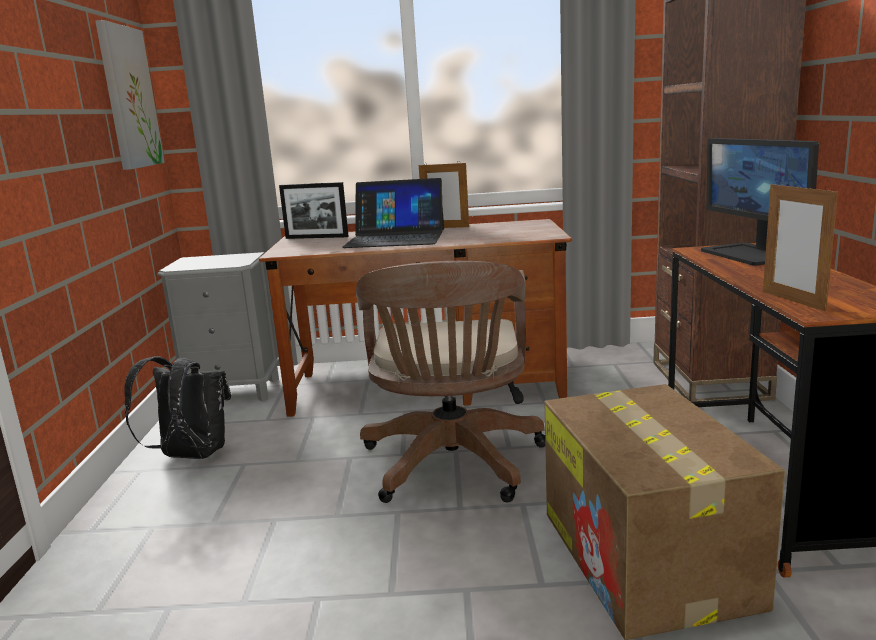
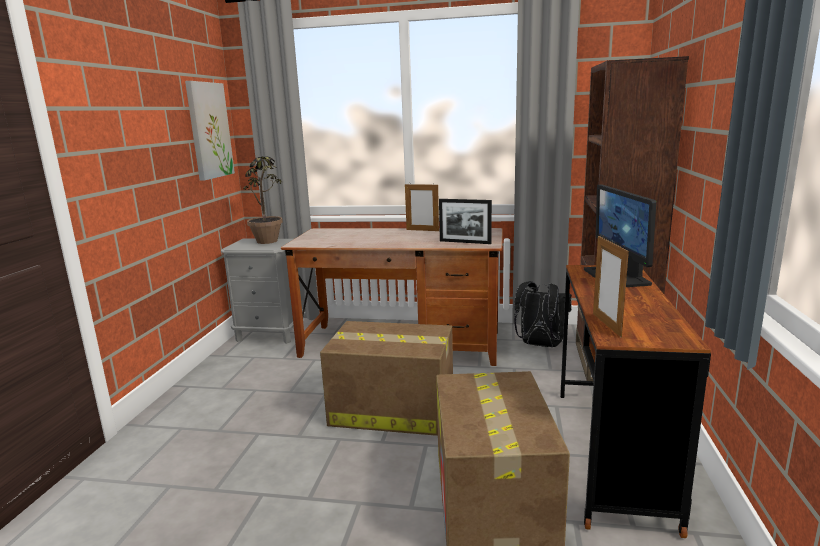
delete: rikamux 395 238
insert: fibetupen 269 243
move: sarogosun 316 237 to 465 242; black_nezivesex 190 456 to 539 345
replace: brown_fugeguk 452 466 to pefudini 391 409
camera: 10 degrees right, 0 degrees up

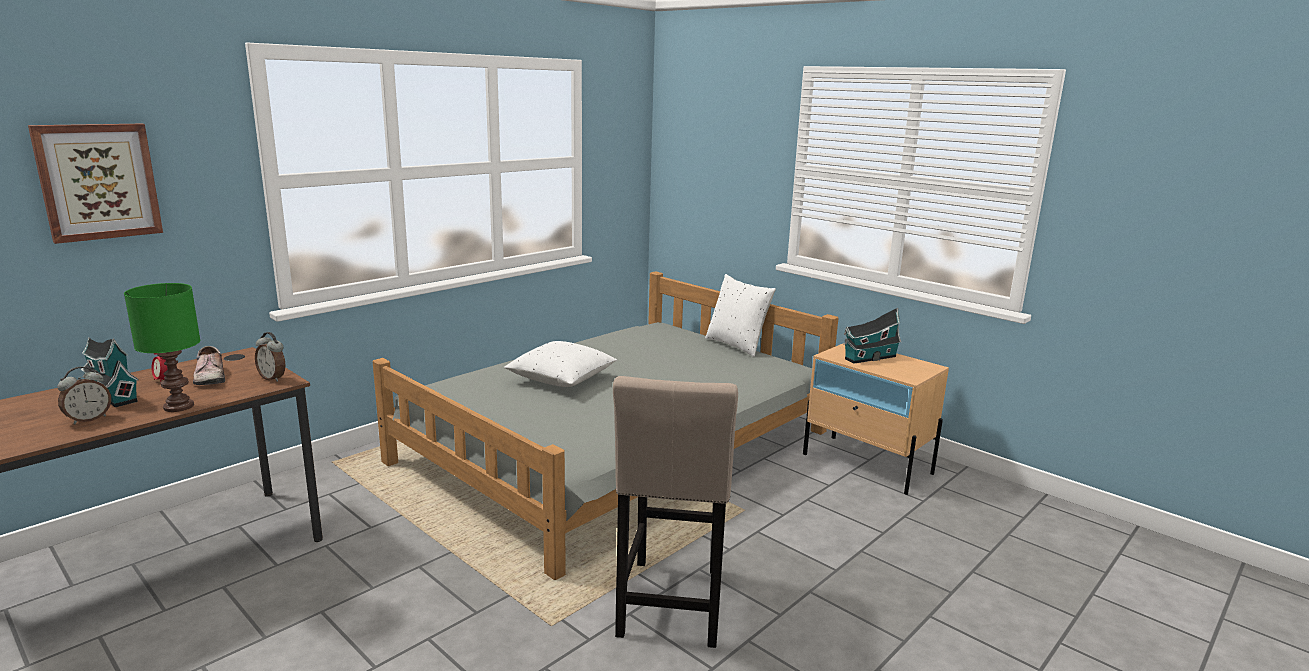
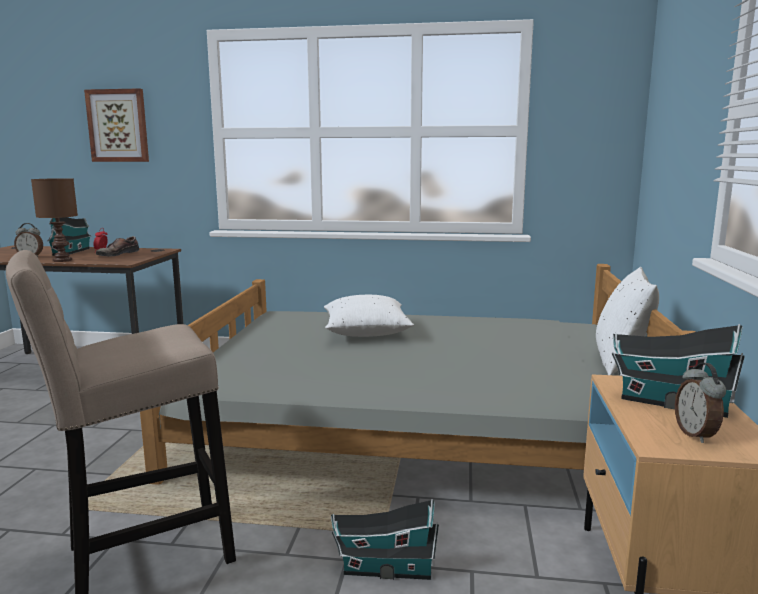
insert: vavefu 384 569
move: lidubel 273 378 to 696 434
recolor: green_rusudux 178 407 to brown_rusudux 61 260
camera: 55 degrees right, 5 degrees down

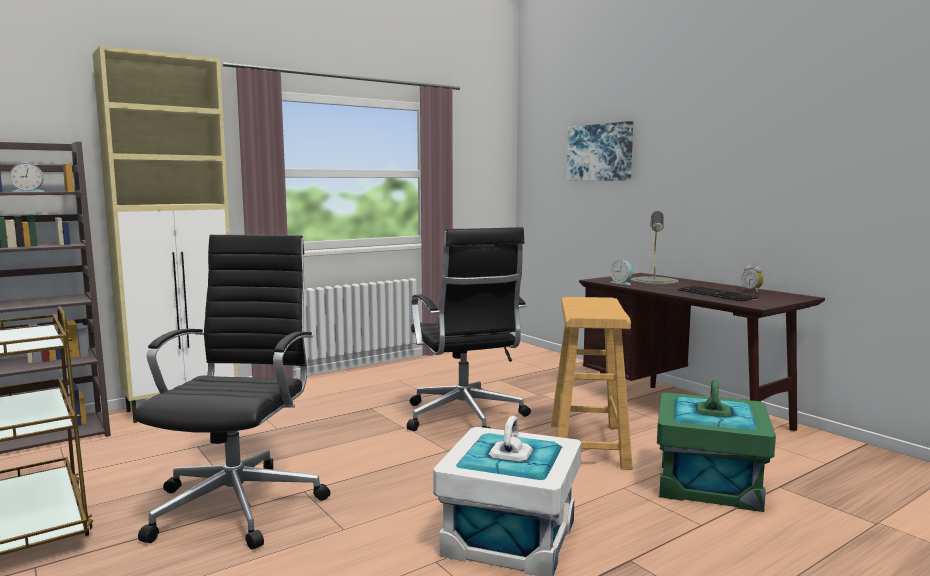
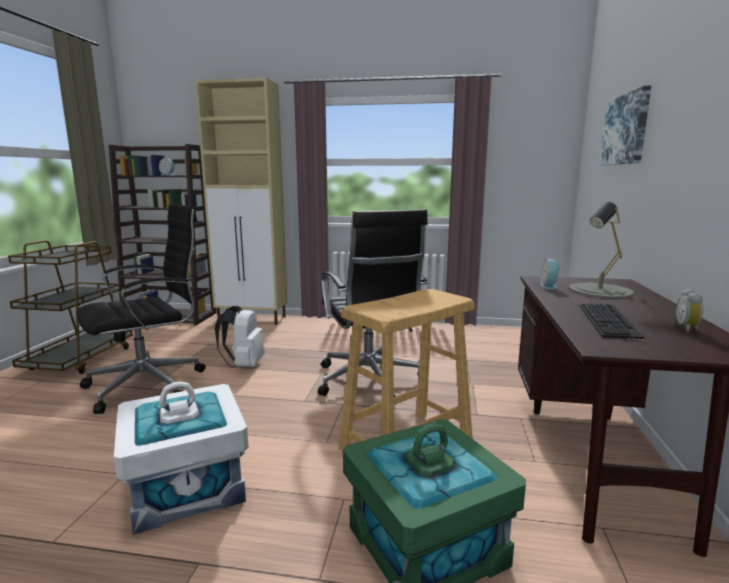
insert: white_nezivesex 244 365
rotate: black_fugeguk 465 418 = 370 381 45 degrees counterclockwise
camera: 45 degrees right, 5 degrees up

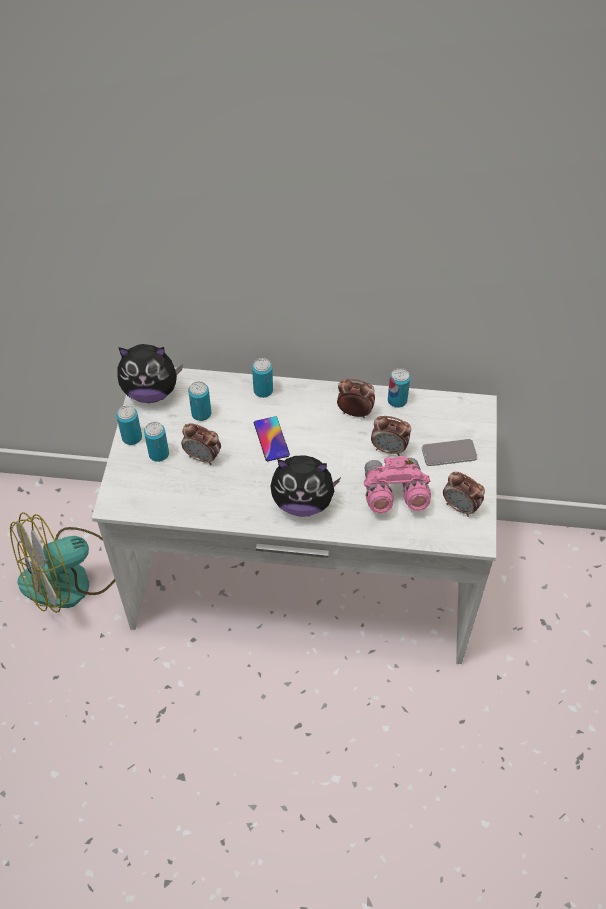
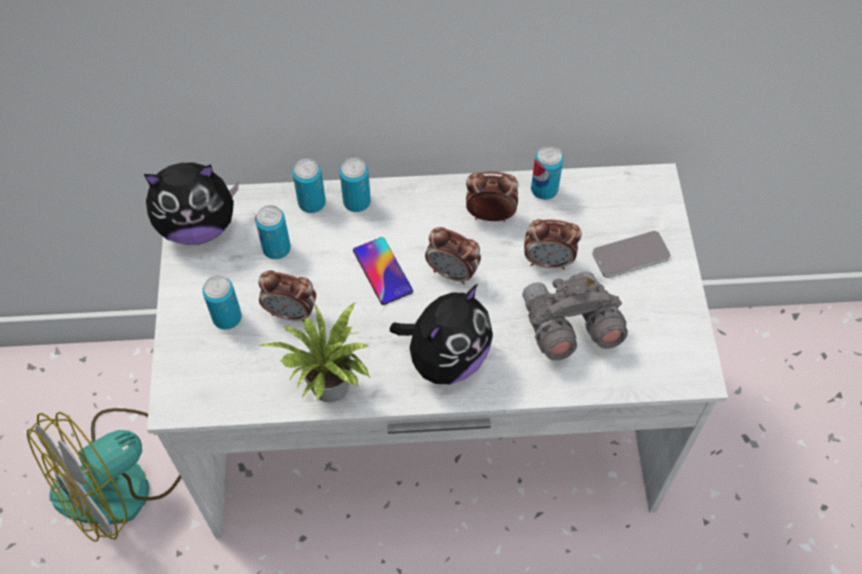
insert: fibetupen 331 390
move: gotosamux 132 437 to 312 203; lidubel 460 507 to 452 273
recolor: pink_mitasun 393 494 to grey_mitasun 568 327
rotate: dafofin 303 502 = 445 358 45 degrees counterclockwise
camera: 10 degrees left, 5 degrees up

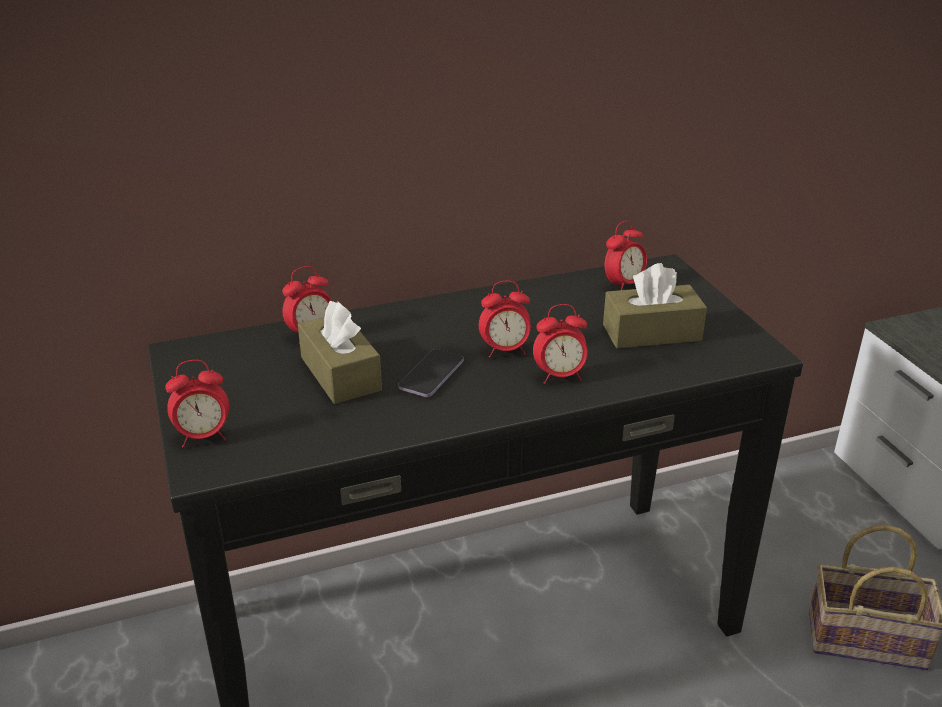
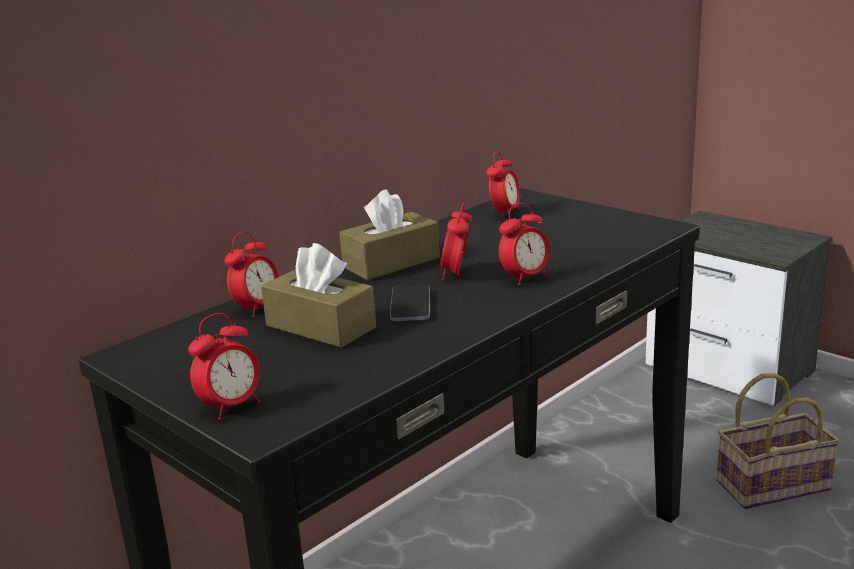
move: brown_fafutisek 651 332 to 391 262
rotate: lidubel 505 350 = 456 274 135 degrees clockwise
camera: 25 degrees left, 10 degrees down

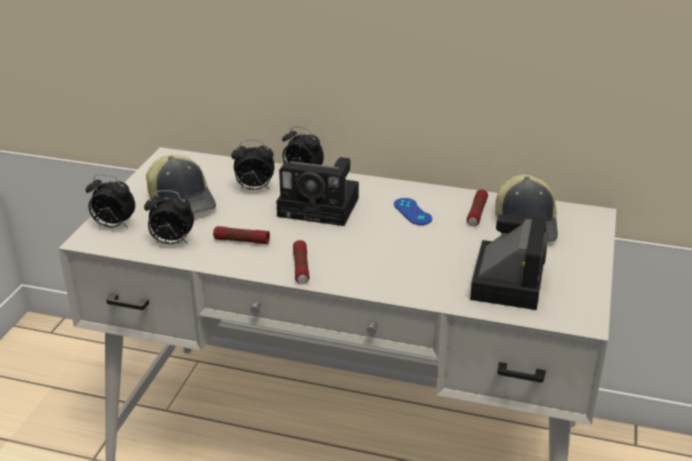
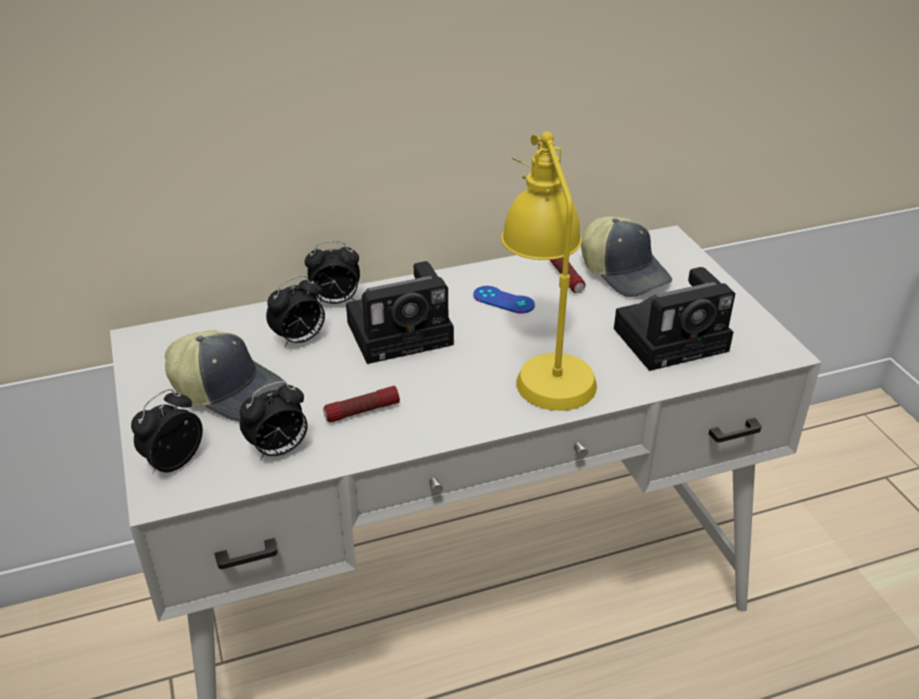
delete: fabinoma 301 268
insert: yellow_rusudux 543 363
rotate: lidubel 113 226 = 173 461 150 degrees clockwise; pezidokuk 507 279 = 674 338 90 degrees clockwise
camera: 35 degrees left, 5 degrees up

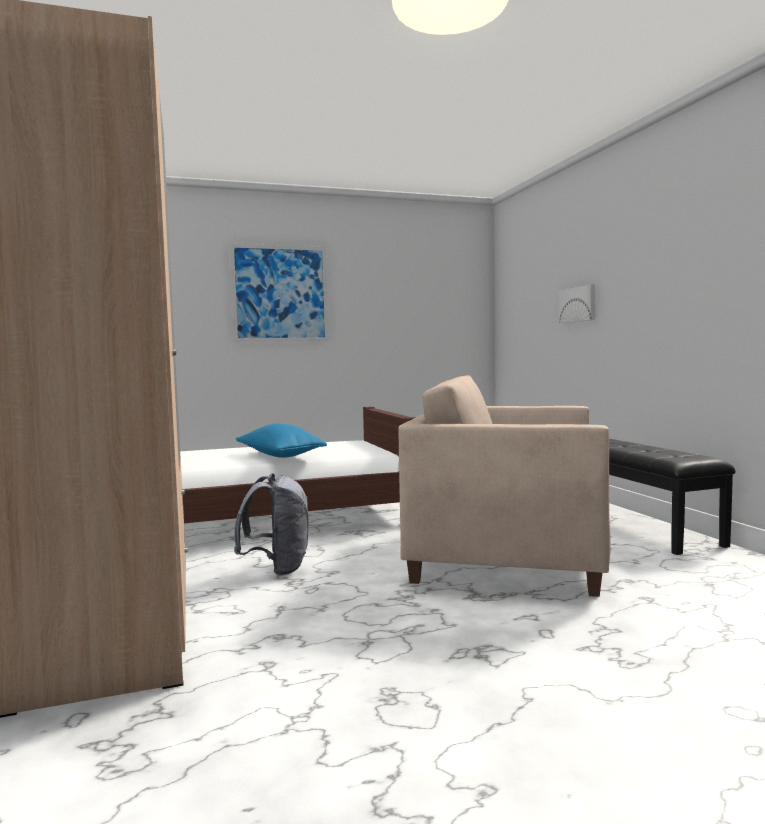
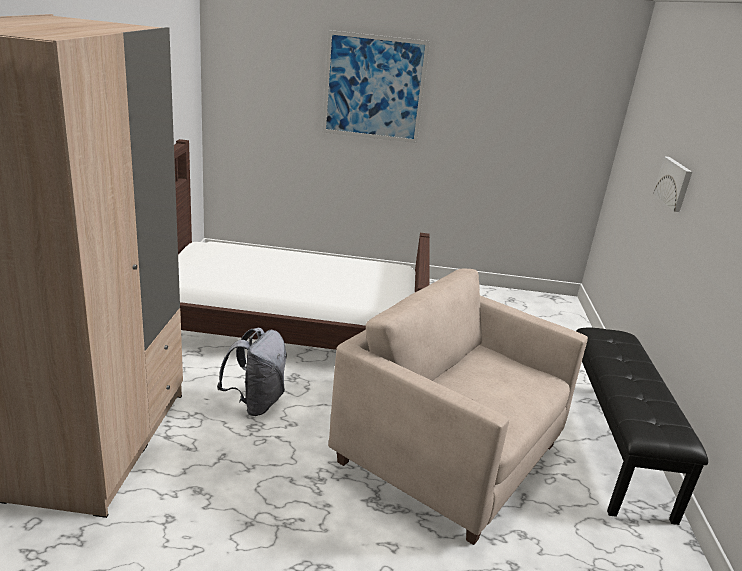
delete: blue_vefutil 280 456
camera: 20 degrees right, 20 degrees up

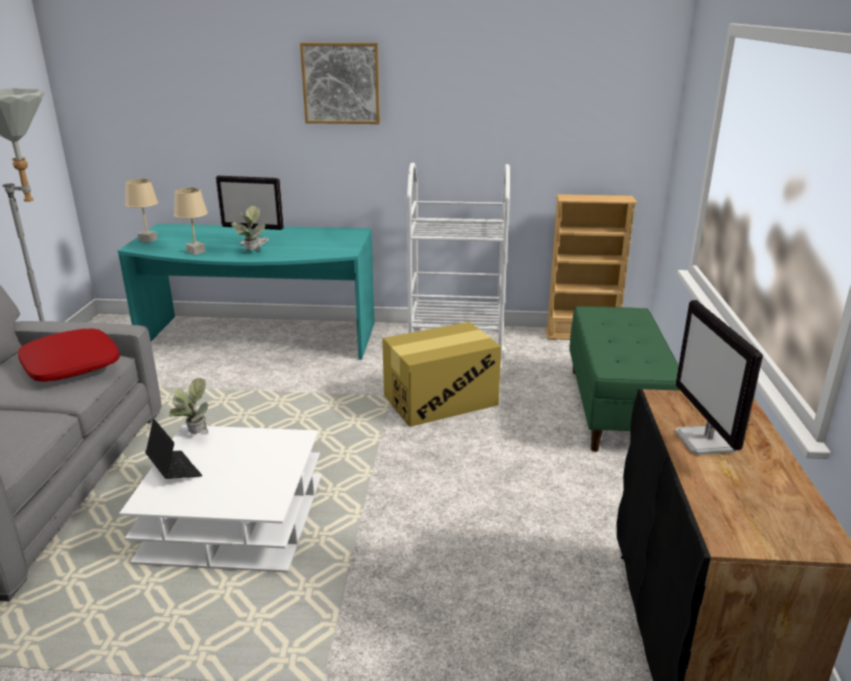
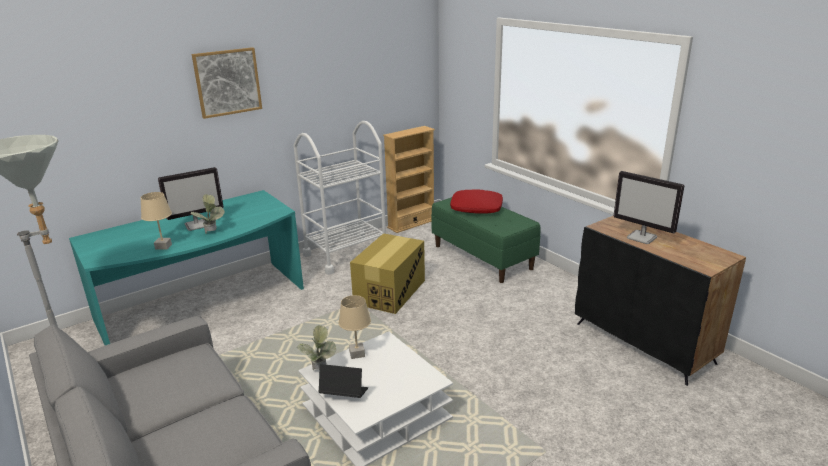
move: beige_rusudux 147 240 to 357 354; red_vefutil 72 366 to 476 208
camera: 40 degrees left, 0 degrees up

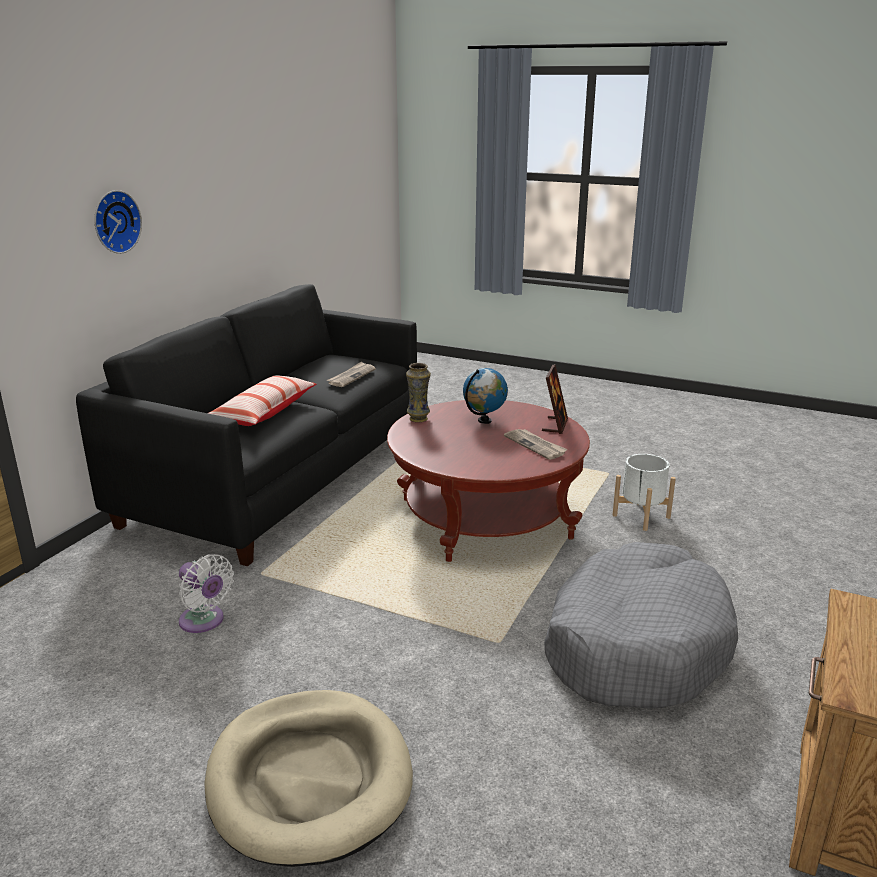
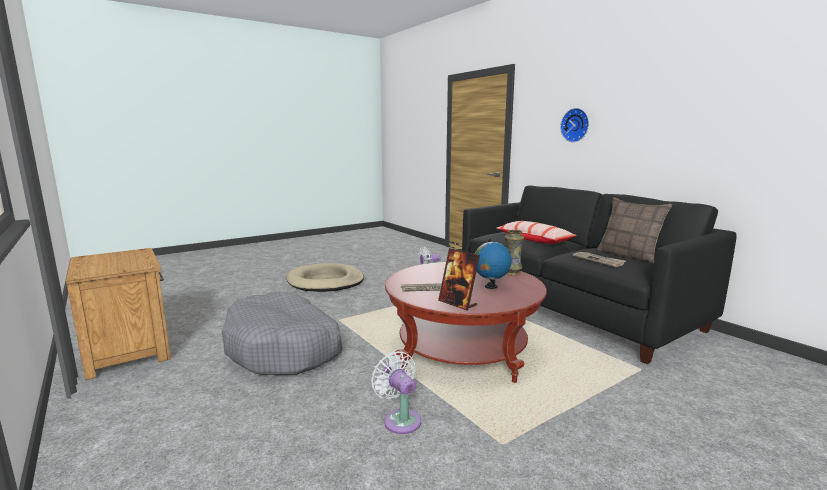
insert: vefutil 628 255
replace: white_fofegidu 641 516 to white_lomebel 400 419
camera: 120 degrees right, 10 degrees down

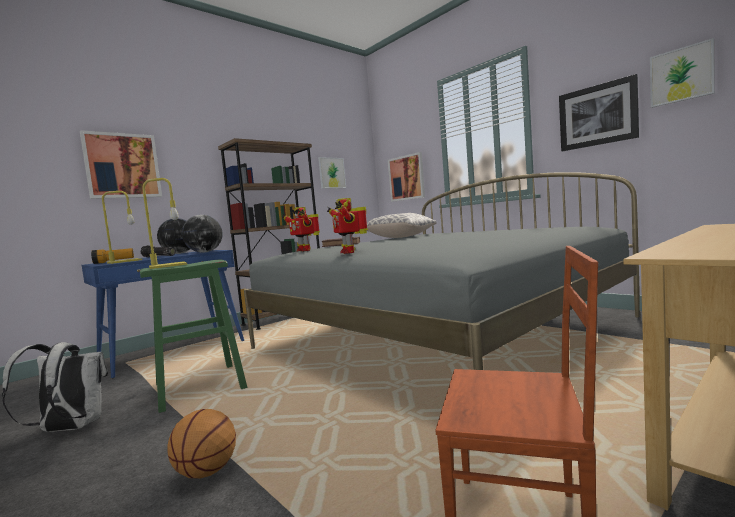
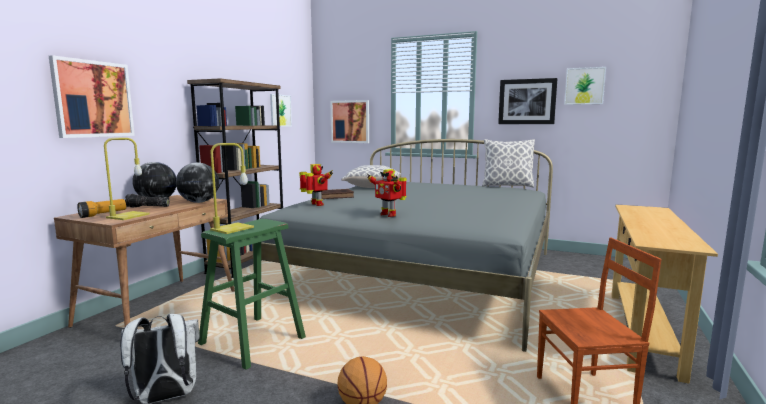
insert: vefutil 507 186
recolor: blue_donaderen 173 350 to brown_donaderen 159 307
rotate: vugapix 304 250 = 316 205 150 degrees counterclockwise
camera: 25 degrees left, 5 degrees up

